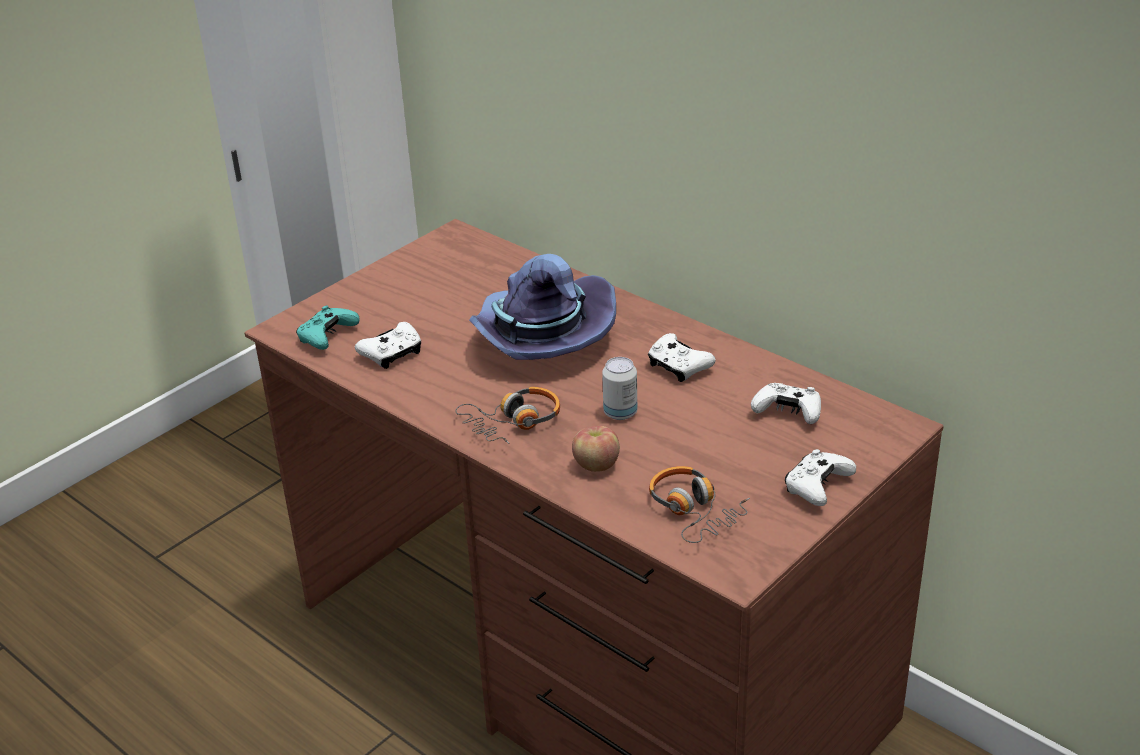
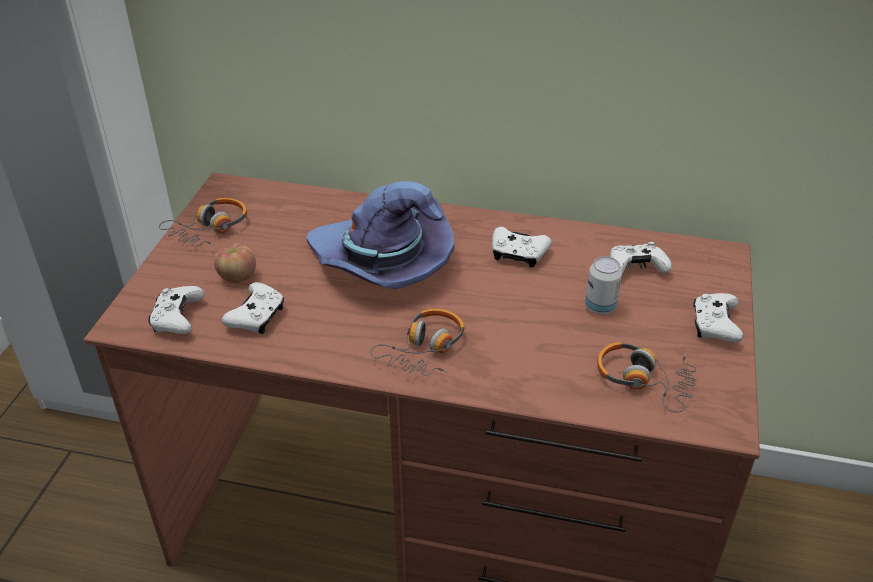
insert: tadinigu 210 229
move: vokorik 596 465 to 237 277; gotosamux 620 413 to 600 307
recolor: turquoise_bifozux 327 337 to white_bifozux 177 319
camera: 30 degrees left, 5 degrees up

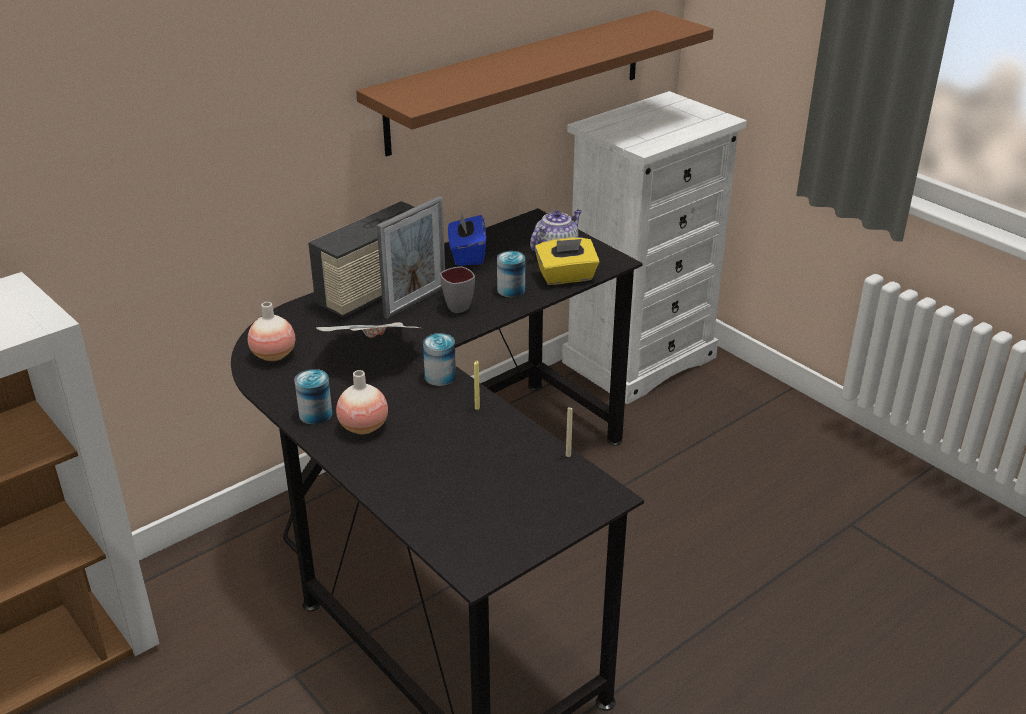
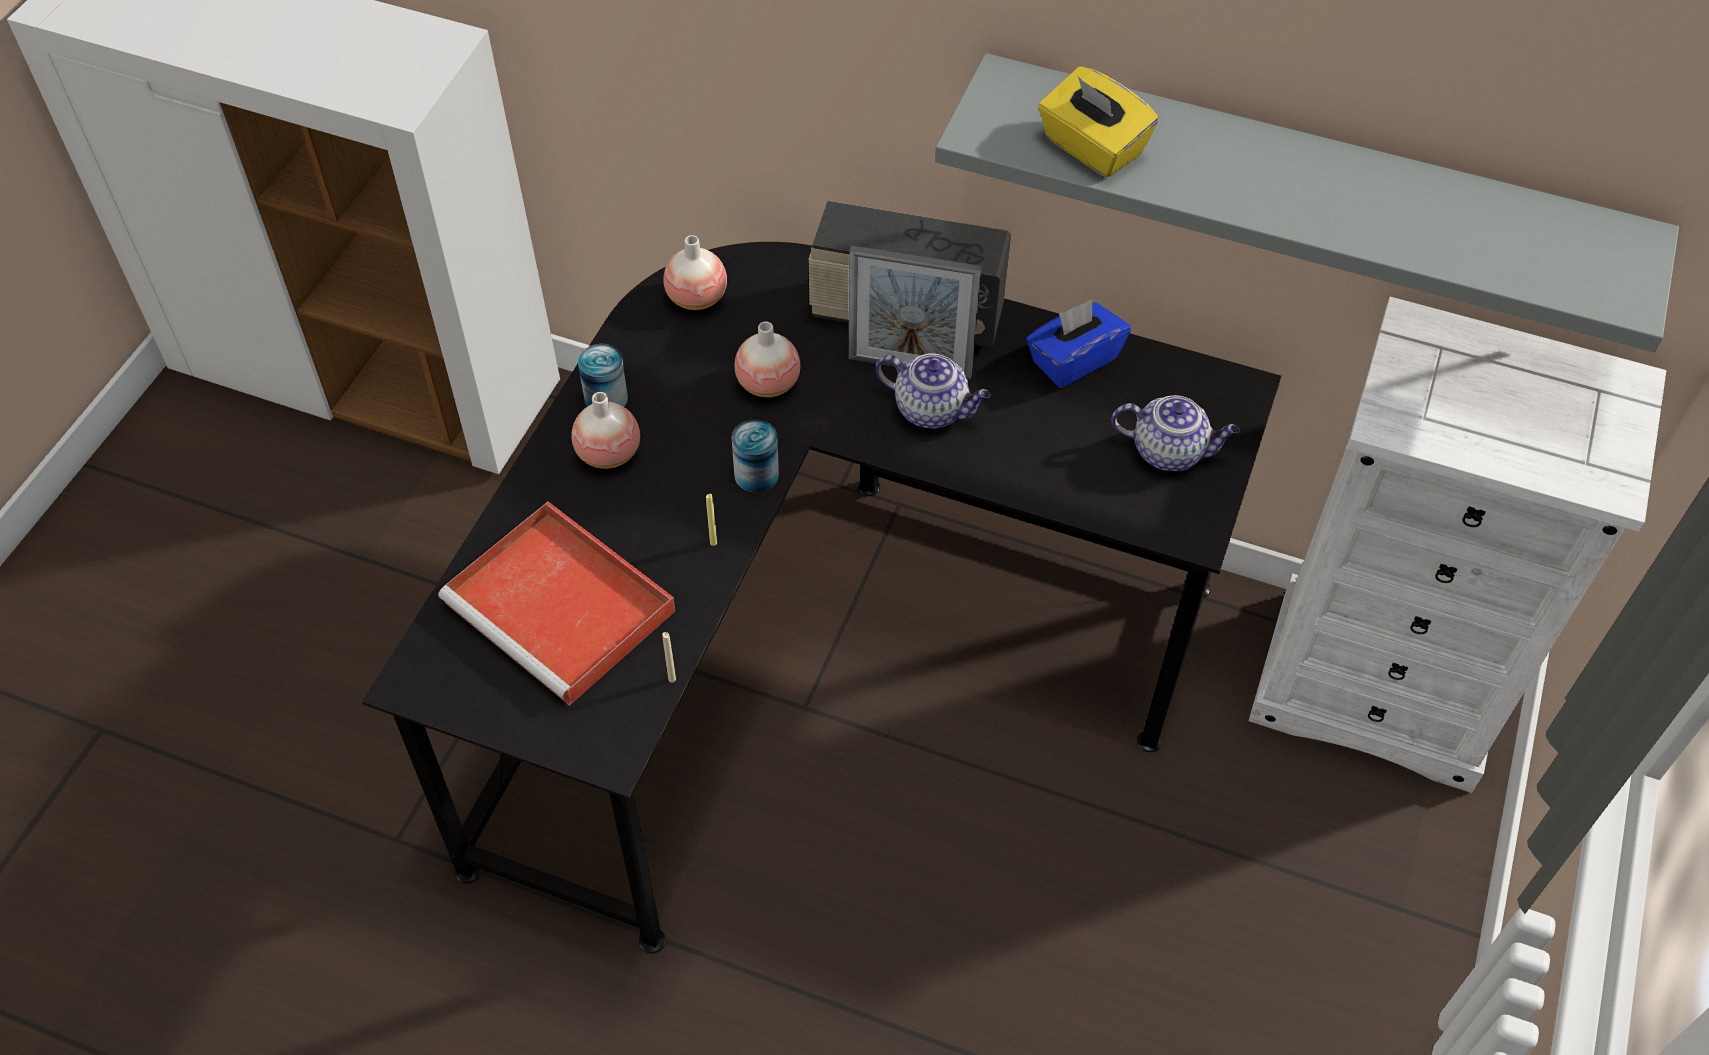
delete: gotosamux 511 290
insert: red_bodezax 564 608
move: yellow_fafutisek 566 277 to 1091 148
replace: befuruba 374 351 to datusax 768 384; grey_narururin 455 305 to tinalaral 932 410
recolor: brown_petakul 518 80 to grey_petakul 1304 183
camera: 60 degrees right, 20 degrees up

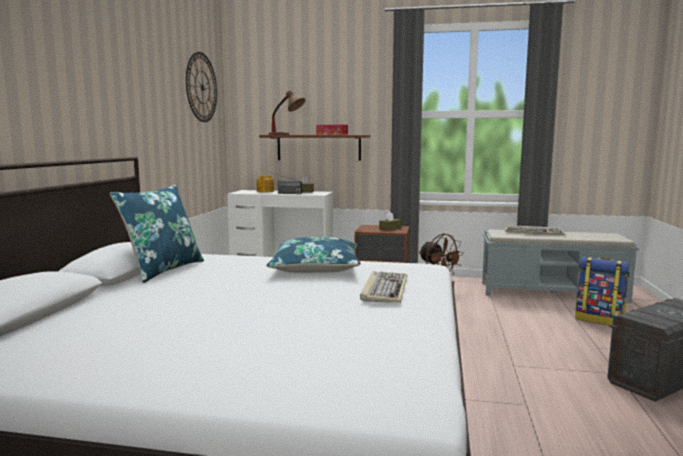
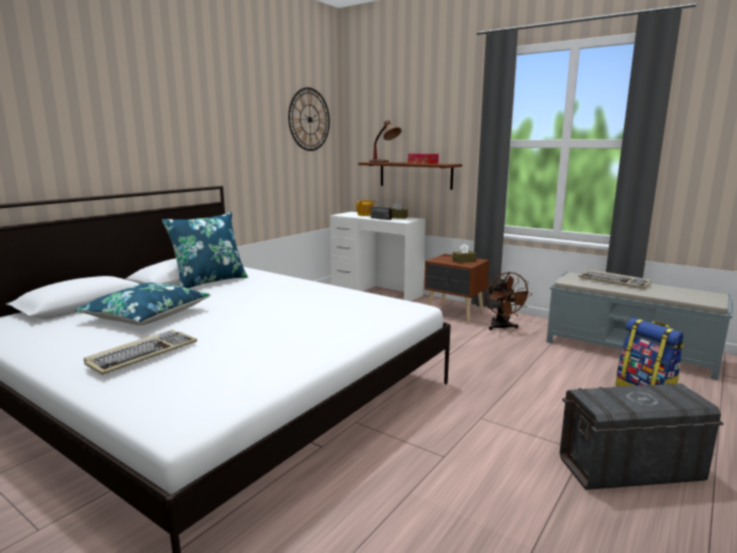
move: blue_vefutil 315 267 to 147 316; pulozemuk 384 289 to 143 354
camera: 25 degrees right, 5 degrees up

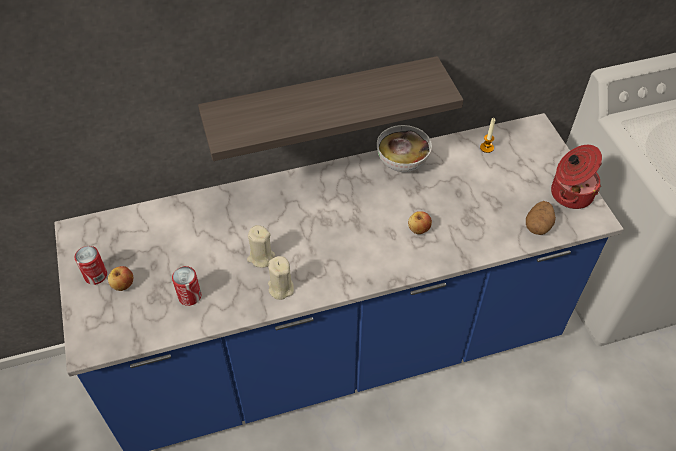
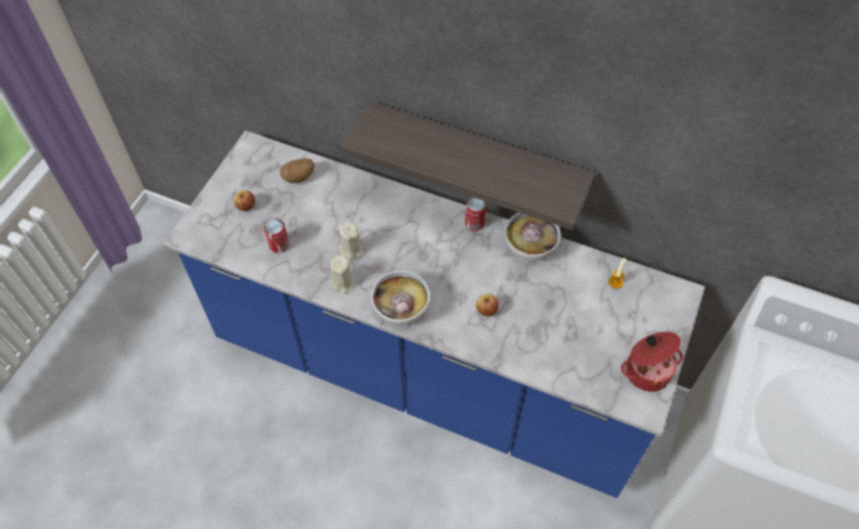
insert: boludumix 400 309
move: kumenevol 538 225 to 299 177; gotosamux 96 275 to 474 223
camera: 40 degrees right, 5 degrees up

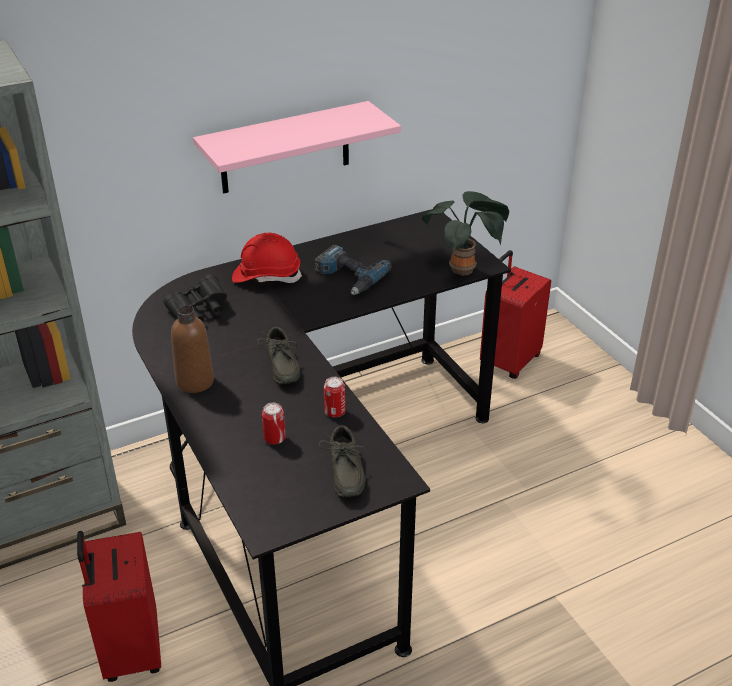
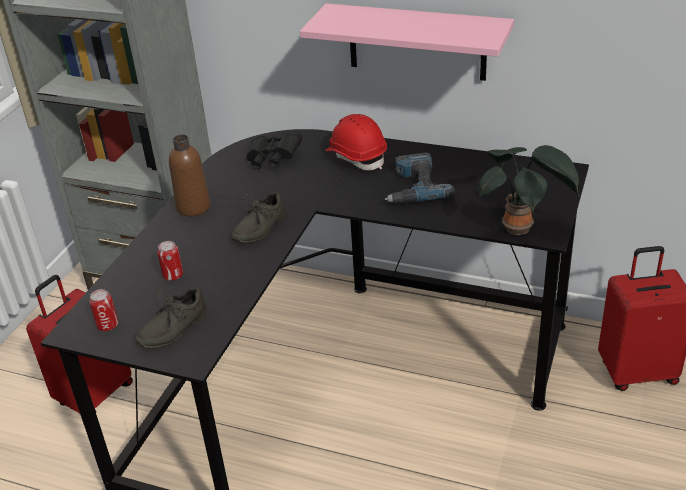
move: gotosamux 334 412 to 108 325
camera: 50 degrees right, 0 degrees up

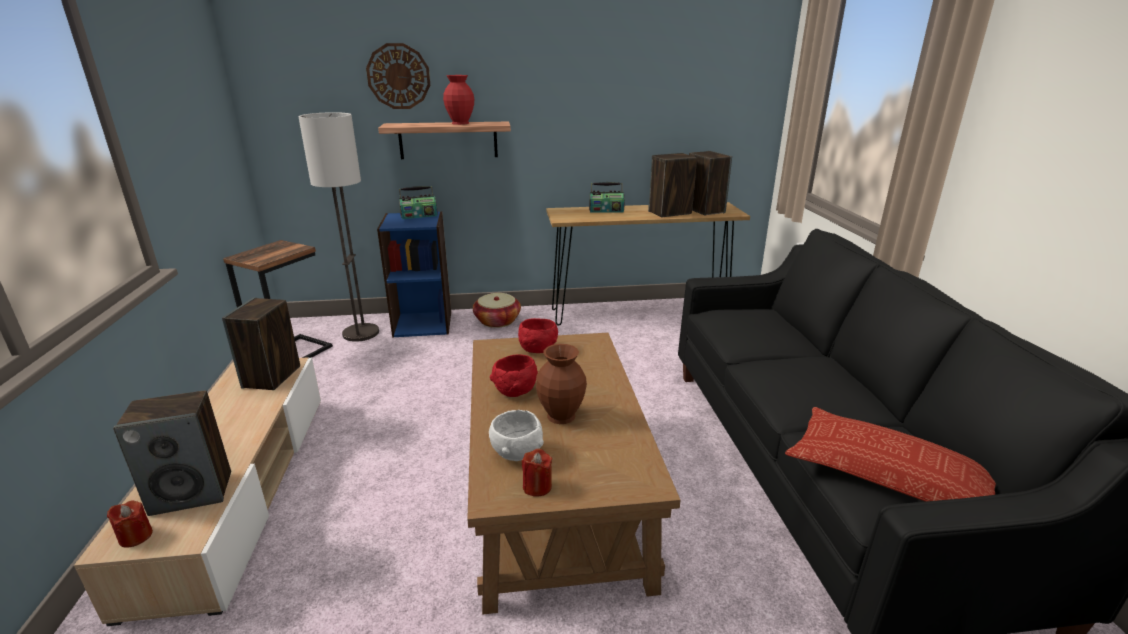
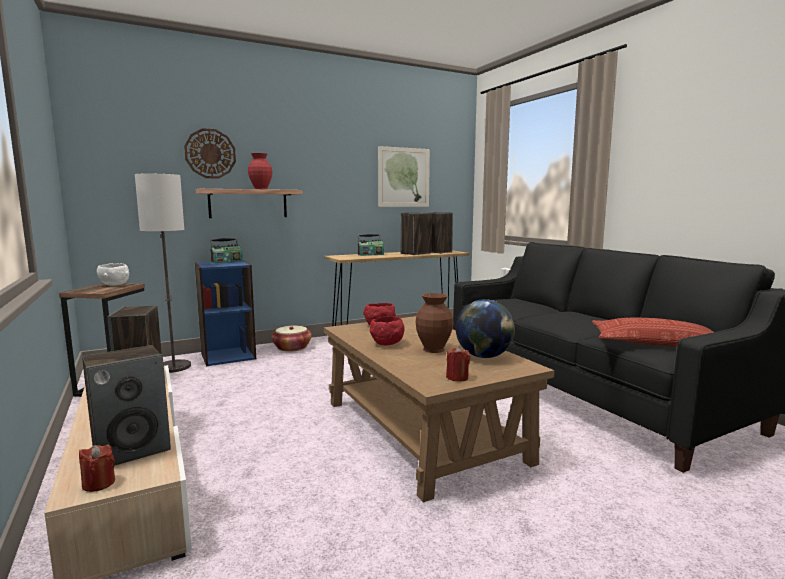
insert: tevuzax 404 177; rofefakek 484 356
move: white_boludumix 517 454 to 114 285
camera: 20 degrees left, 15 degrees down

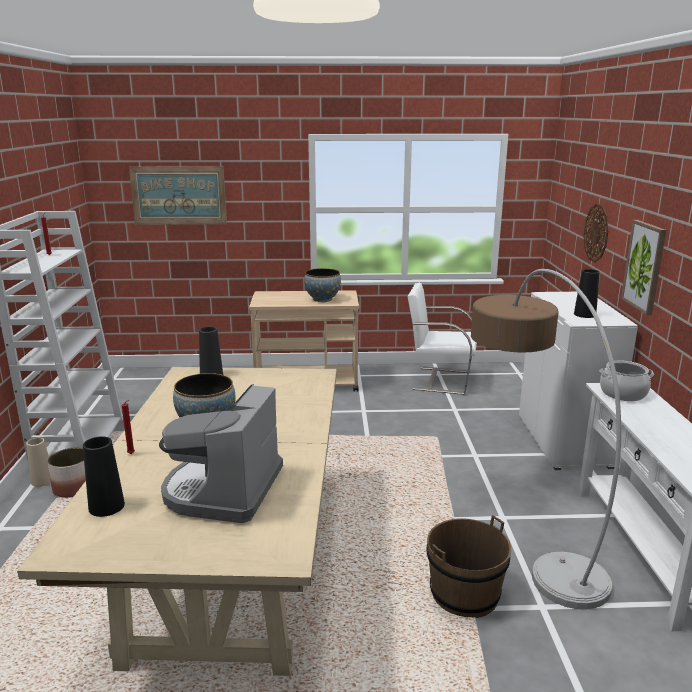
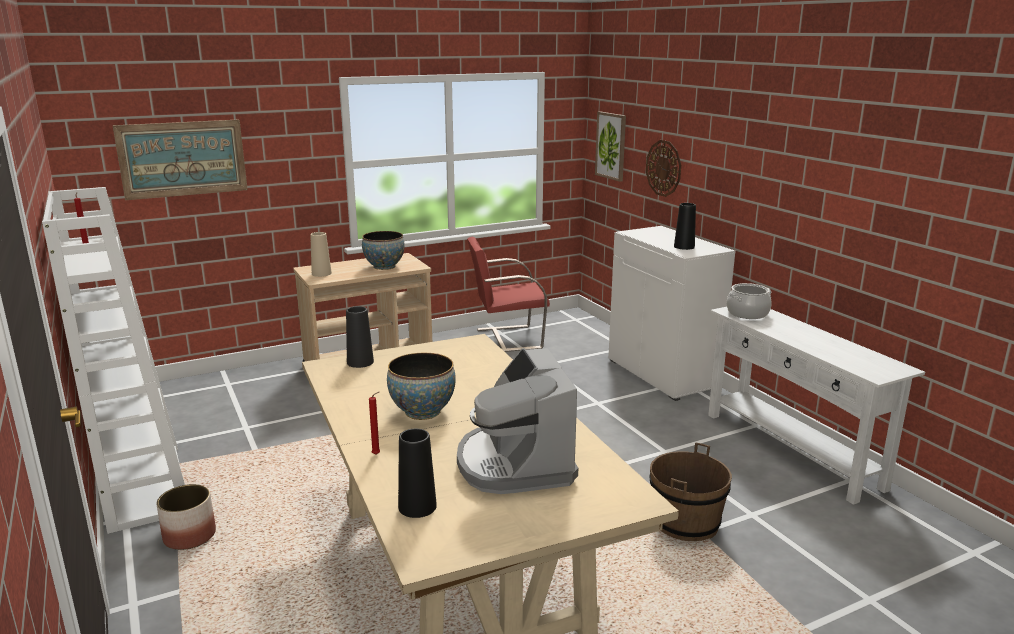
delete: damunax 524 521
move: beige_datusax 42 481 to 321 273; tevuzax 644 266 to 611 146
recolor: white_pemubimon 440 380 to red_pemubimon 507 338
camera: 25 degrees left, 0 degrees up

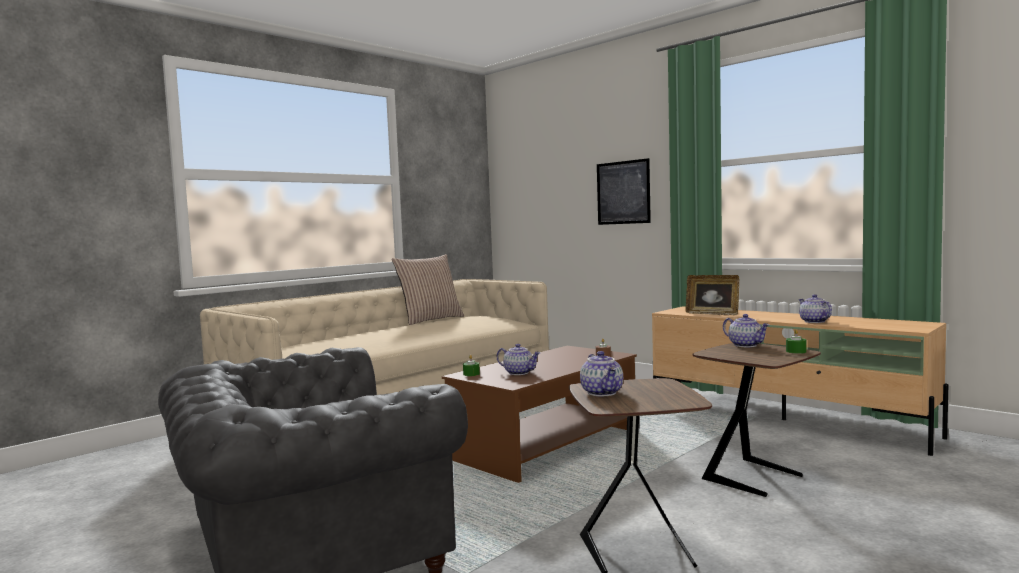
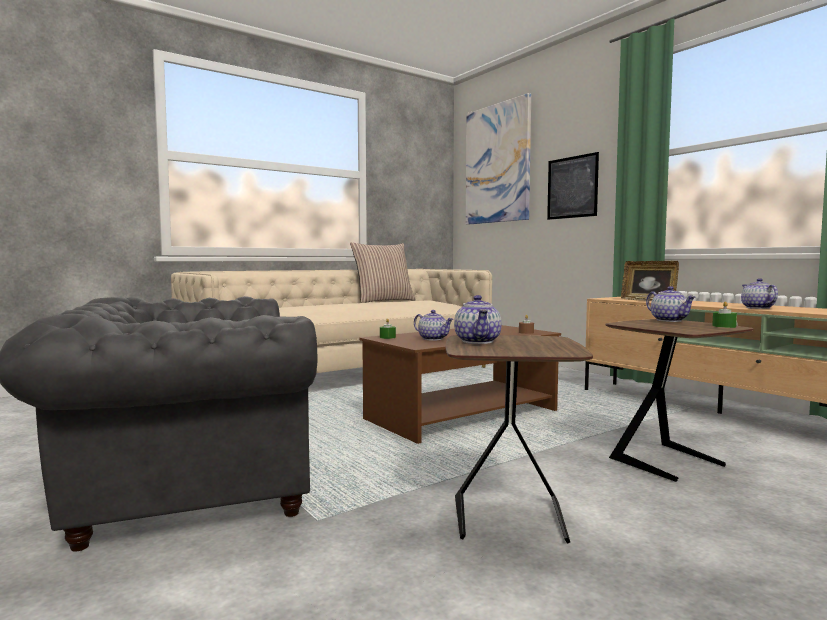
insert: tevuzax 497 163
camera: 10 degrees right, 0 degrees up

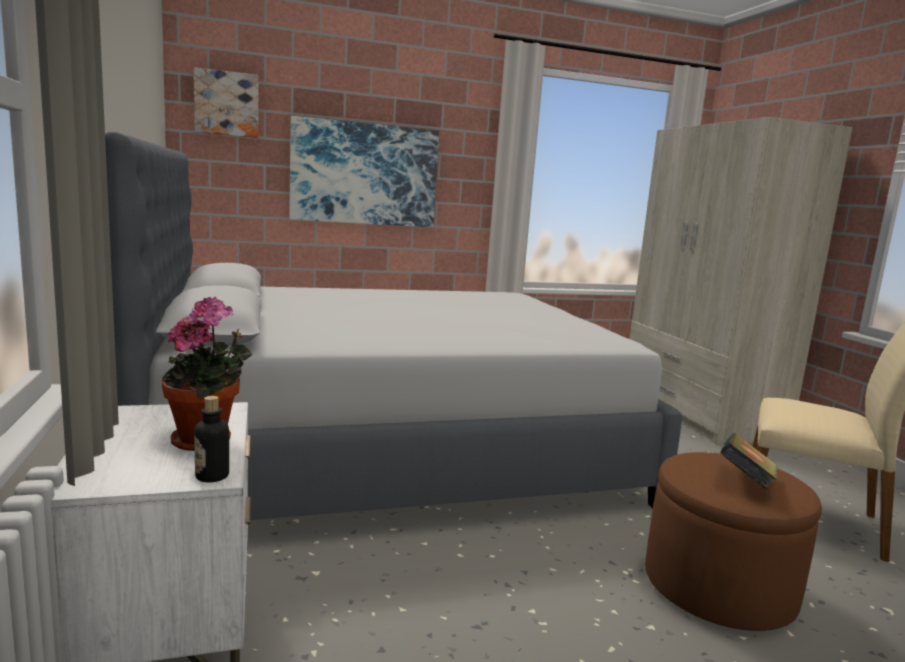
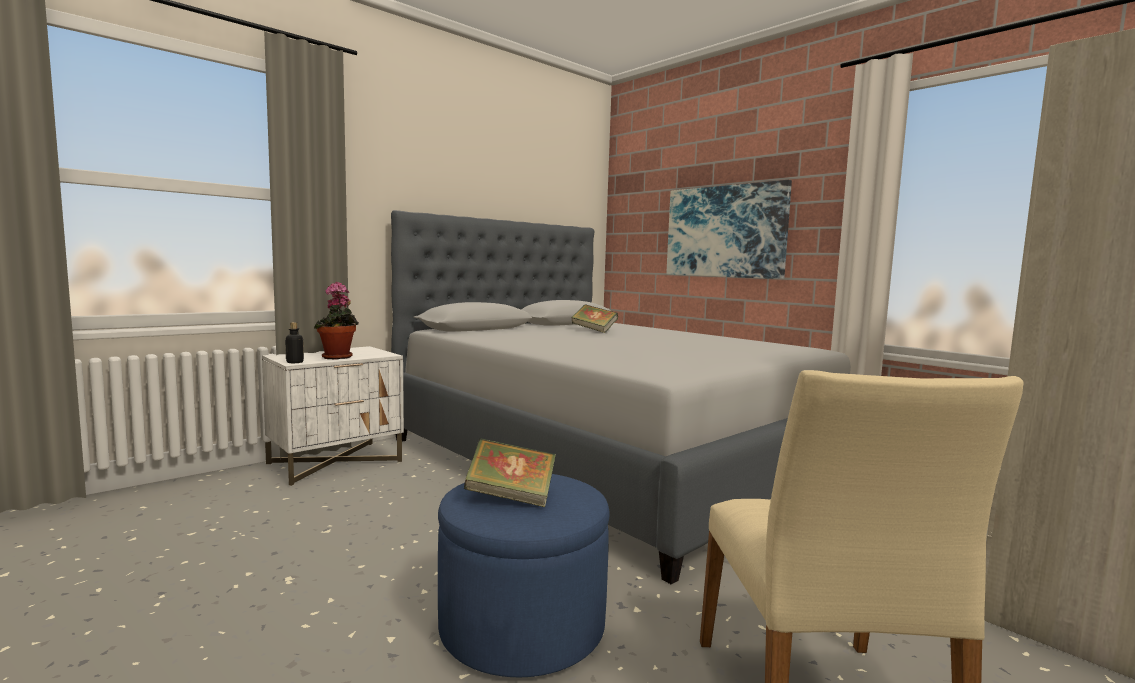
delete: tevuzax 227 104
insert: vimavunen 594 331
recolor: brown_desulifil 718 587 to blue_desulifil 522 626
camera: 65 degrees right, 5 degrees down

